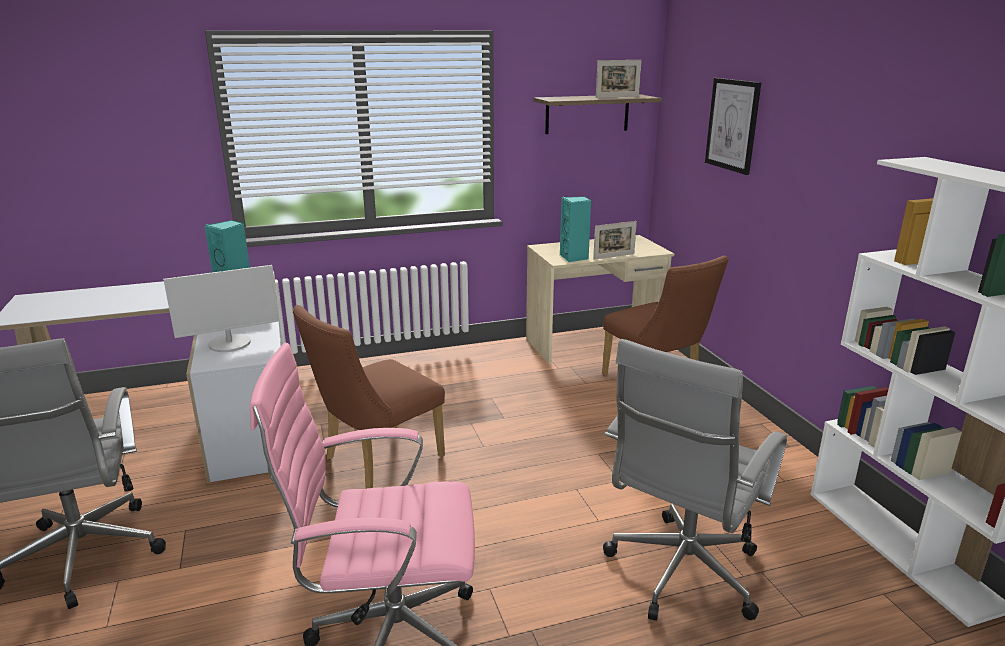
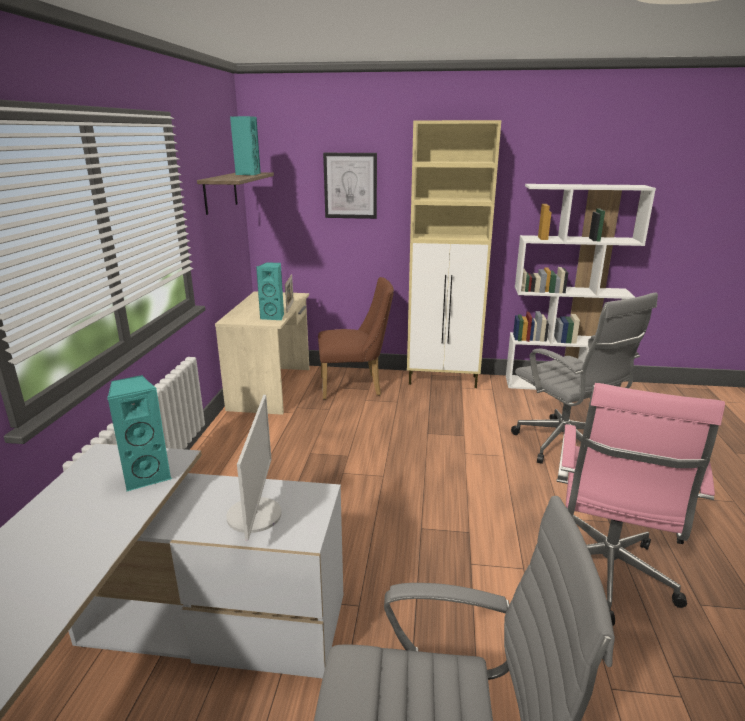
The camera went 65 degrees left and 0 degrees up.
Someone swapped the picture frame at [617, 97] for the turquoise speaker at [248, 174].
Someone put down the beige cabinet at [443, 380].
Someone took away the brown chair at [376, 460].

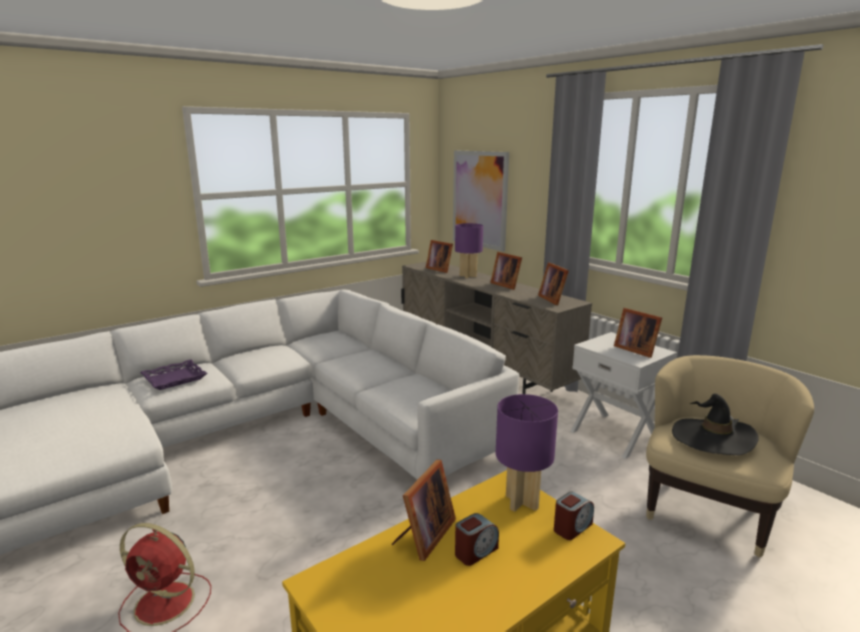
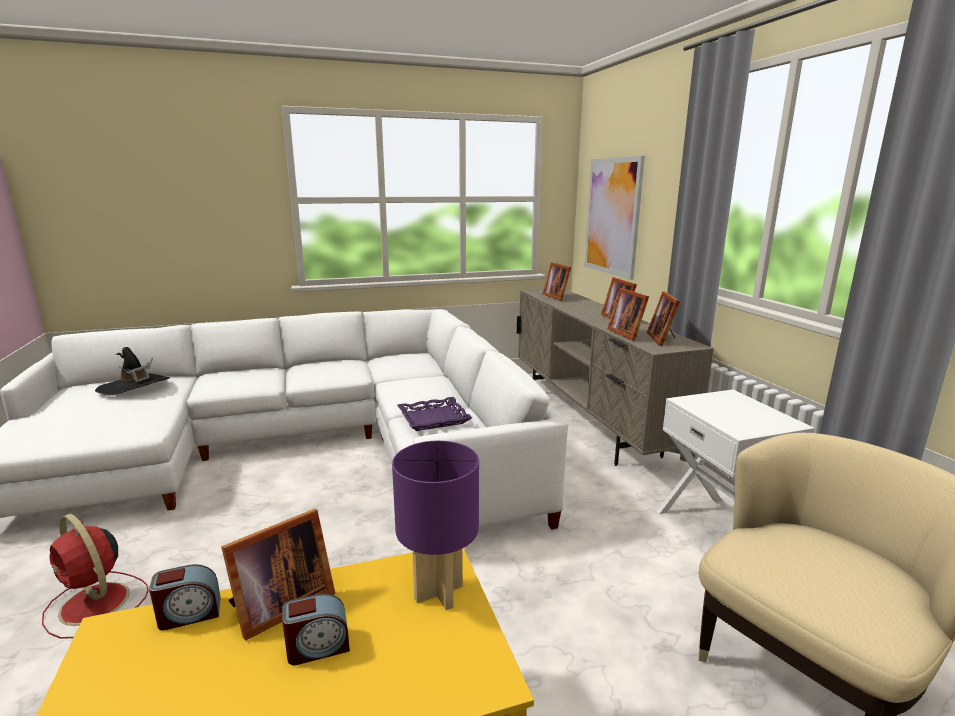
The camera went 20 degrees right and 0 degrees up.
Someone carried the black hat from [712, 438] to [134, 387].
Someone carried the alarm clock from [572, 527] to [189, 614].
Someone carried the purple tray from [174, 379] to [433, 419].
Someone carried the picture frame from [635, 349] to [627, 334].
Someone took away the purple table lamp at [468, 276].

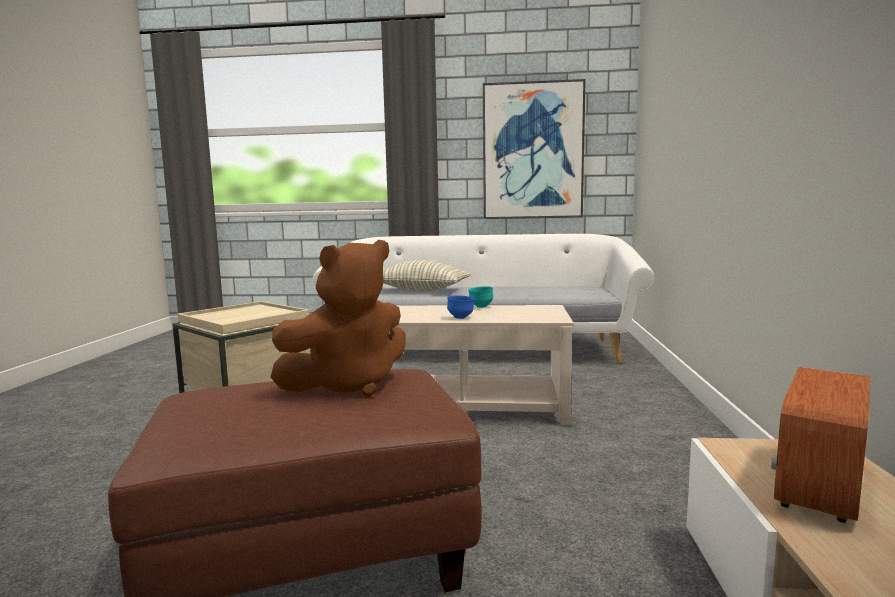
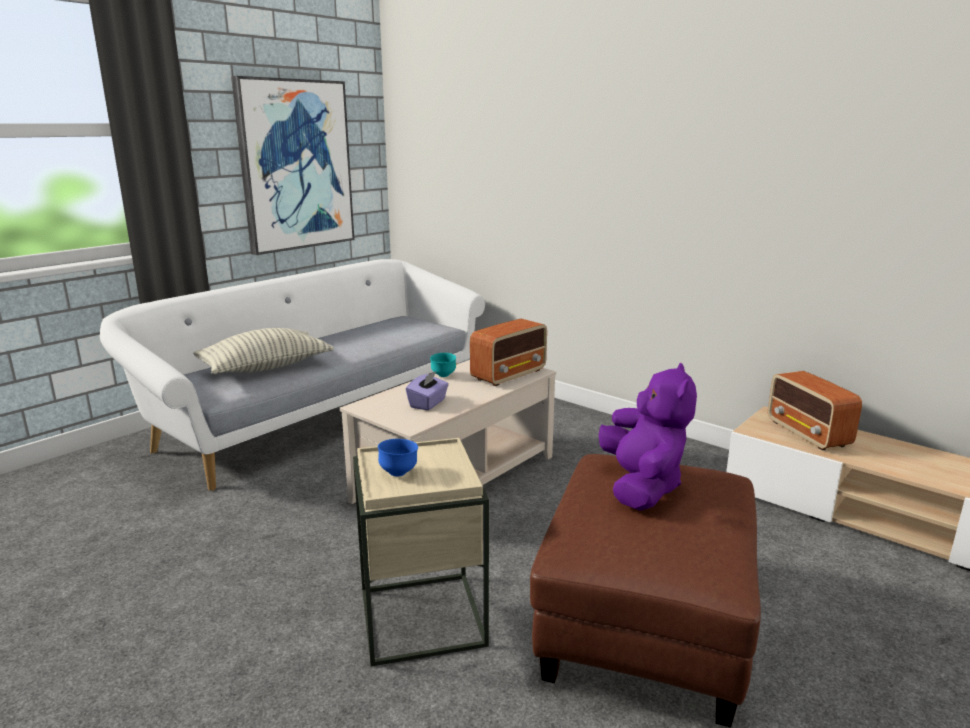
The camera went 55 degrees left and 10 degrees up.
Someone carried the blue bowl from [461, 318] to [399, 473].
Someone put down the purple tissue box at [428, 403].
Someone put down the radio at [509, 375].
Someone repainted the brown plush toy at [348, 385], which became the purple plush toy at [641, 486].

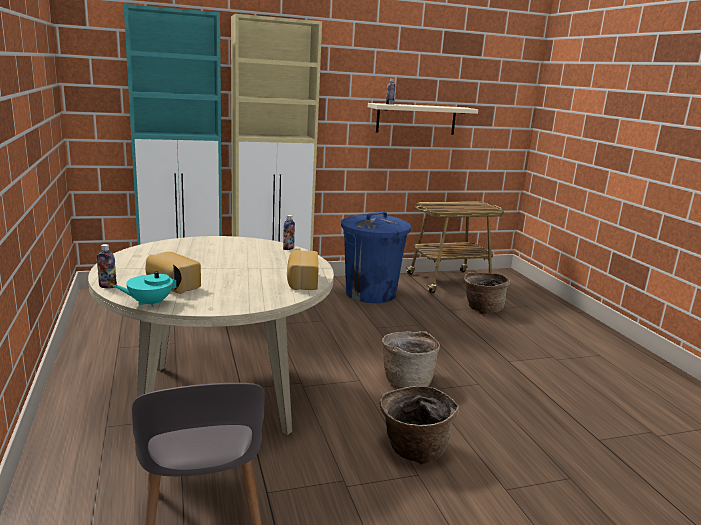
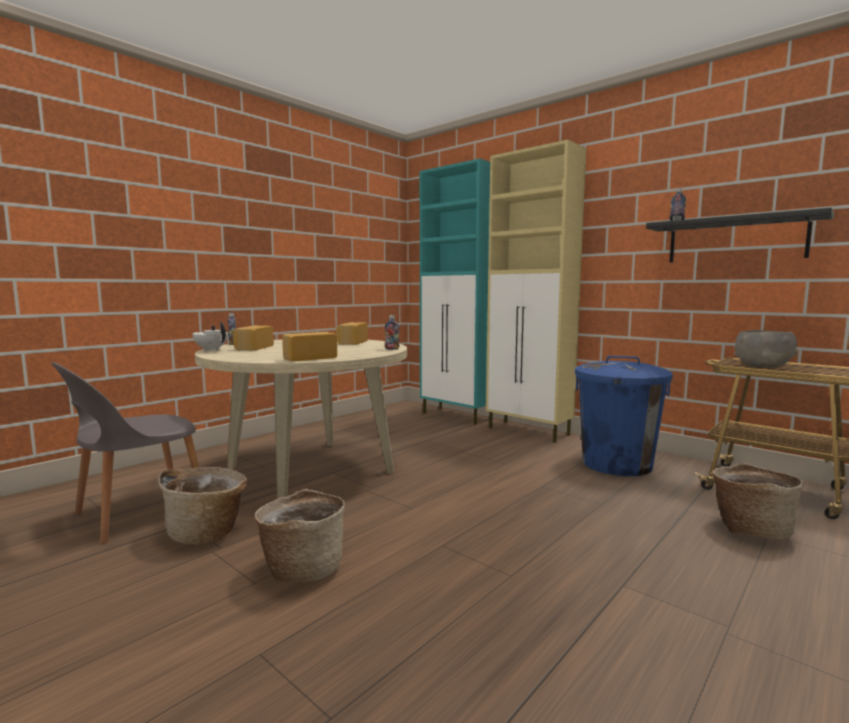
The camera went 60 degrees right and 10 degrees down.
Someone carried the basket from [407, 380] to [207, 532].
Someone repainted the turquoise teapot at [150, 303], which became the white teapot at [211, 350].
Someone put down the bread at [351, 342].
Someone repainted the beige shelf at [416, 119], which became the black shelf at [735, 240].
Someone put down the grey bowl at [762, 366].

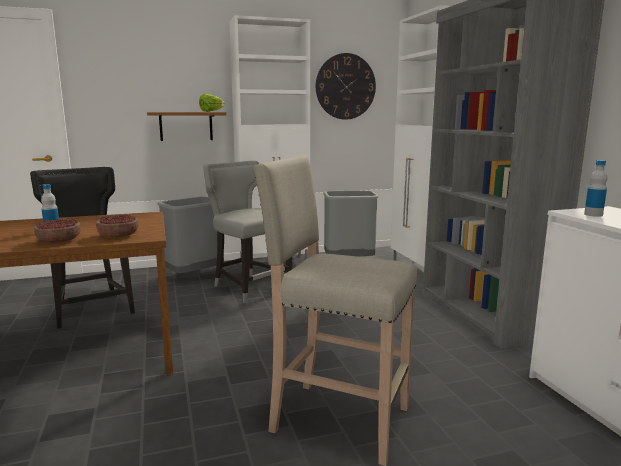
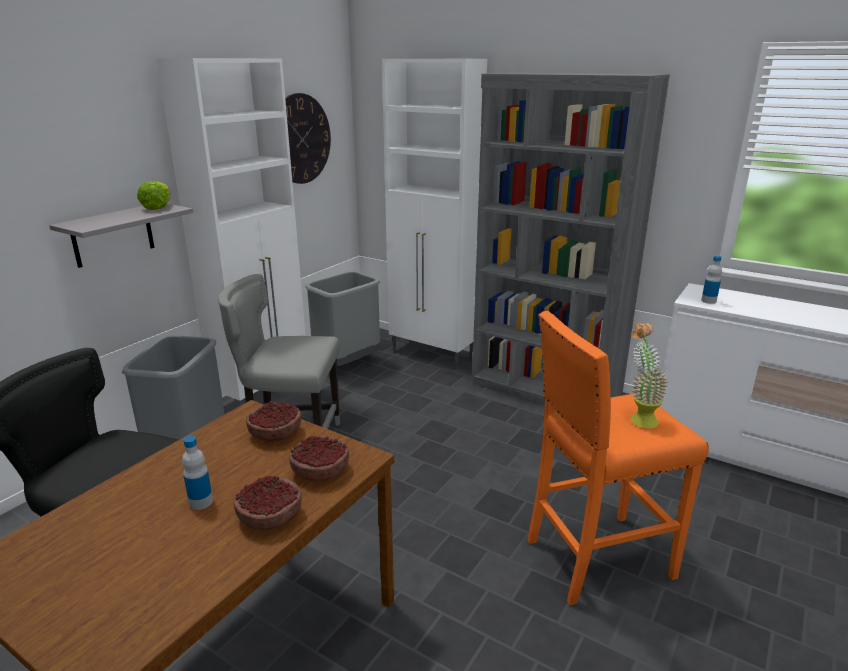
The camera went 40 degrees left and 10 degrees up.
Someone repainted the brown shelf at [186, 126], which became the grey shelf at [113, 235].
Someone put down the bowl at [276, 433].
Someone repainted the beige stool at [337, 419], which became the orange stool at [595, 558].
Someone put down the potted plant at [639, 418].

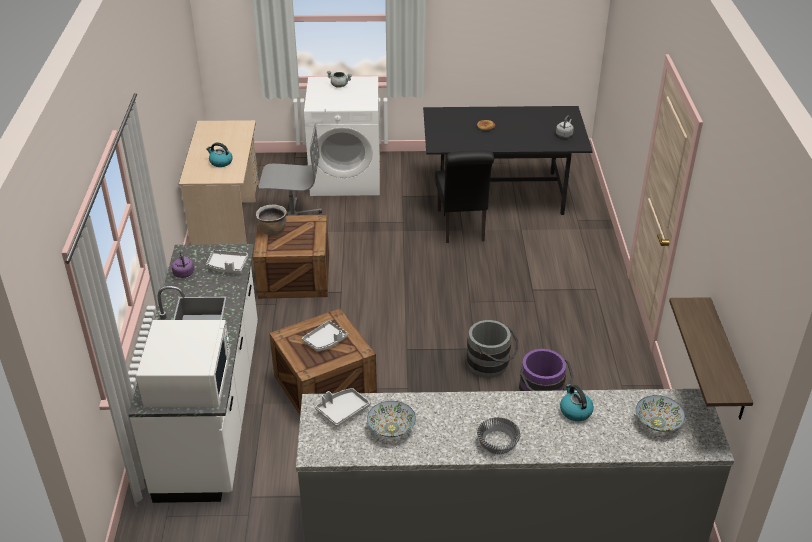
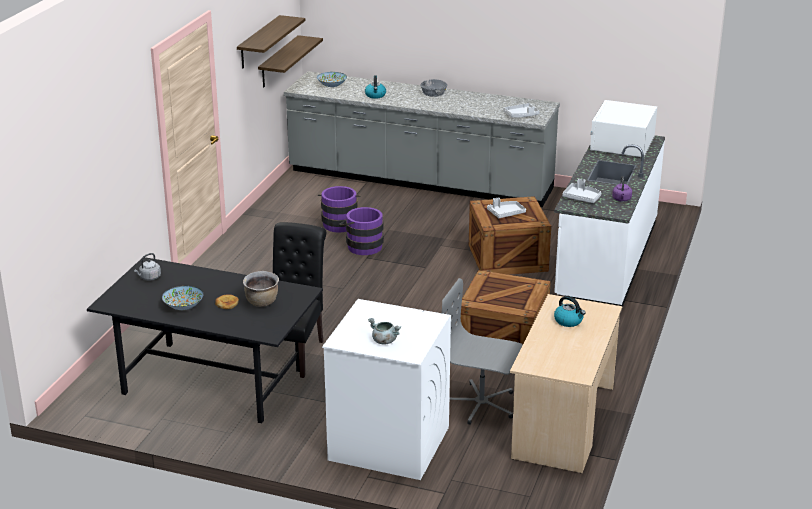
The camera went 160 degrees left and 10 degrees down.
Someone carried the bowl from [391, 428] to [183, 306].
Someone put up the shelf at [259, 42].
Someone carried the brown cooking pot from [272, 230] to [262, 302].
Someone repainted the grey bucket at [491, 365], which became the purple bucket at [362, 246].

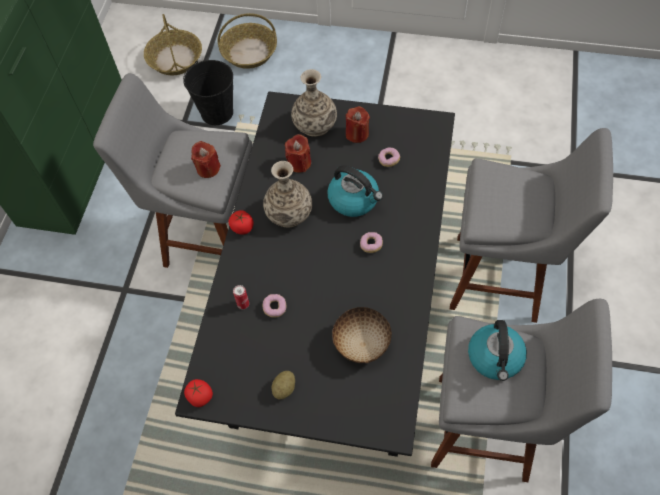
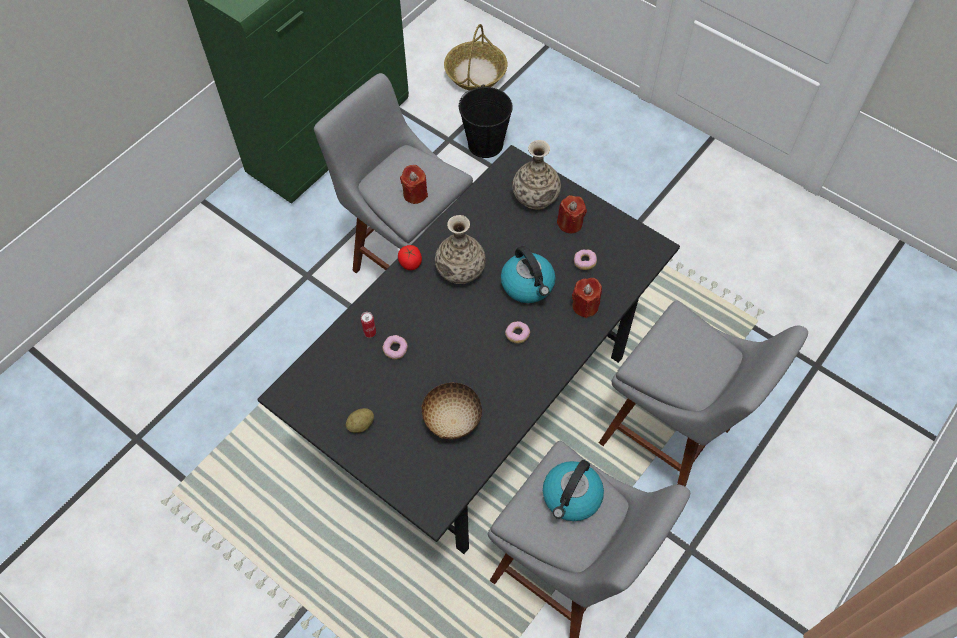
The camera went 25 degrees right and 0 degrees up.
Someone carried the red candle from [299, 163] to [585, 306].
Someone took away the tomato at [200, 396].
Someone took away the basket at [249, 52].

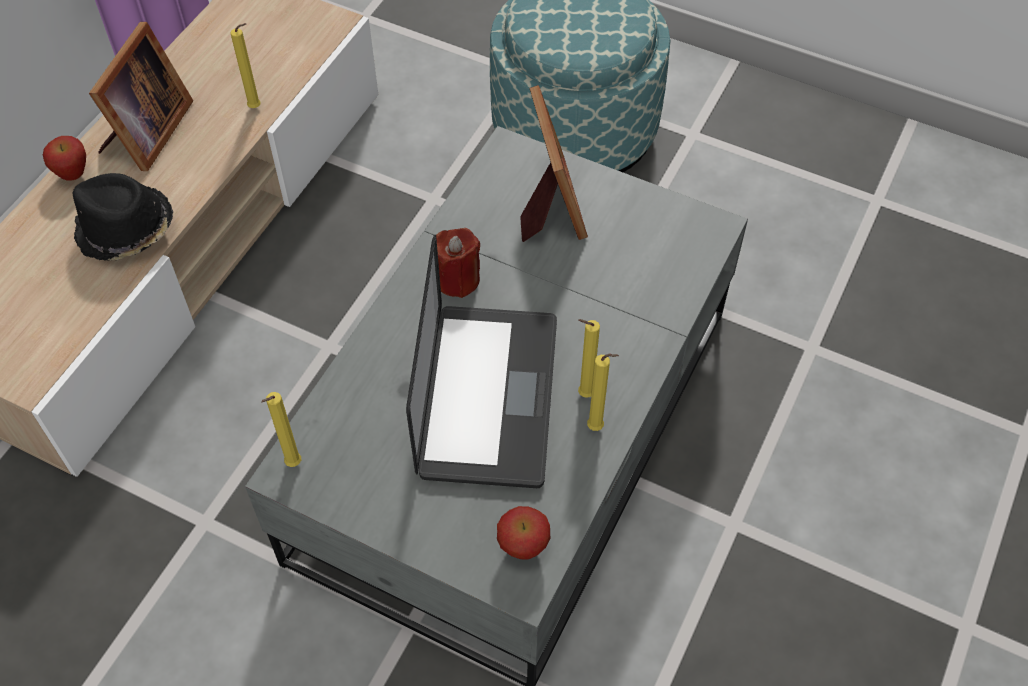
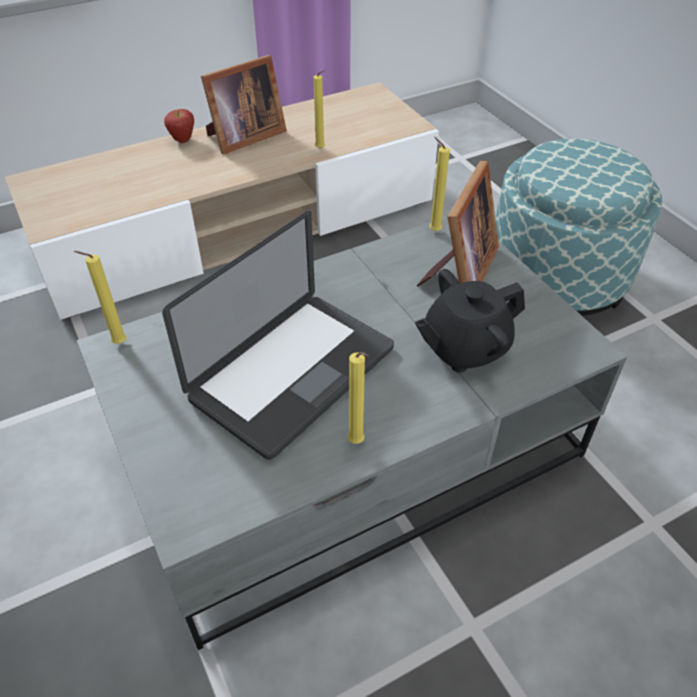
The camera went 35 degrees right and 10 degrees down.
Someone put down the black teapot at [464, 348].
Someone carried the yellow candle from [583, 394] to [433, 230].
Someone took away the black hat at [125, 230].
Someone took away the red candle at [457, 279].
Someone took away the apple at [523, 548].

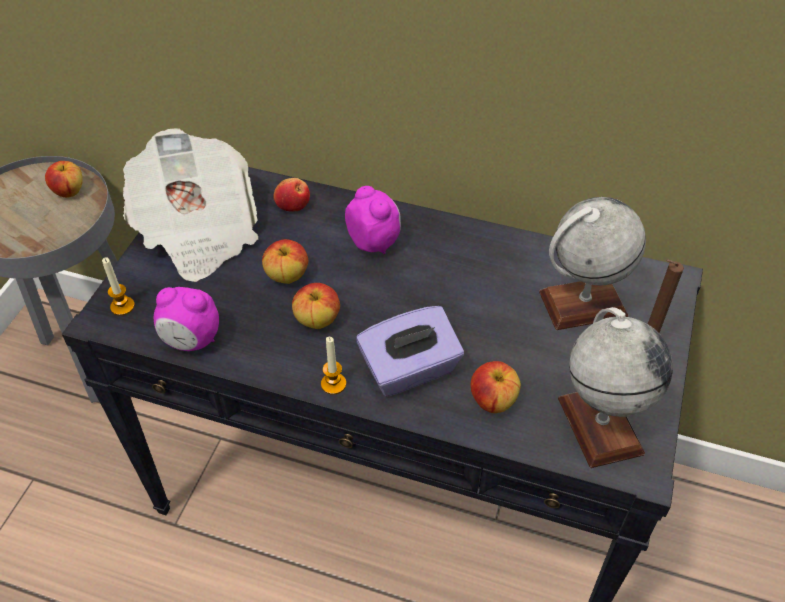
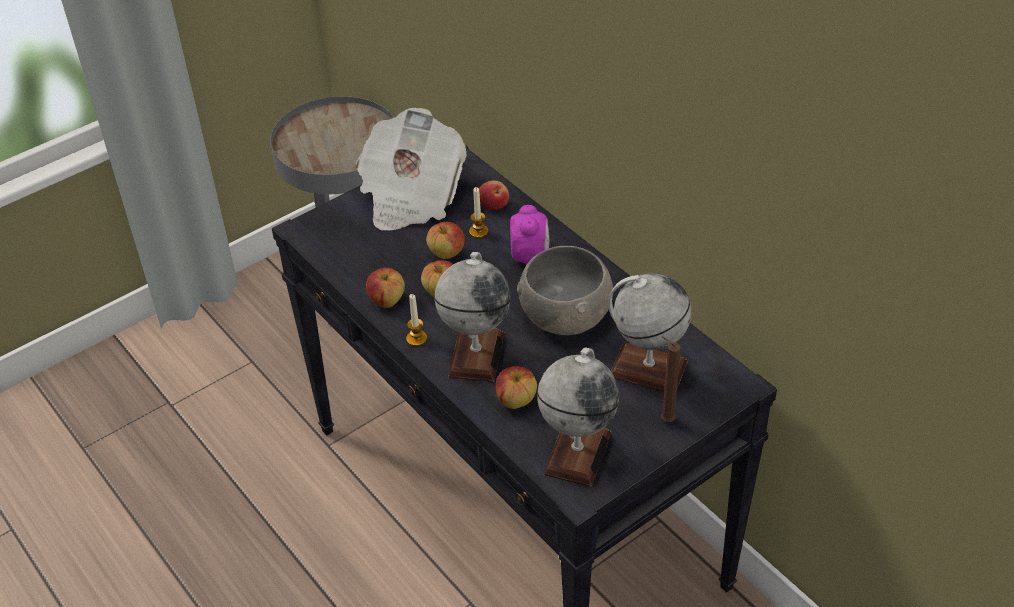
The camera went 35 degrees right and 5 degrees down.
Someone carried the apple from [69, 191] to [387, 300].
Someone swapped the purple tissue box at [410, 370] for the globe at [476, 354].
Someone carried the candle from [122, 306] to [478, 231].
Someone put down the grey bowl at [566, 315].
Someone took away the alarm clock at [191, 340].

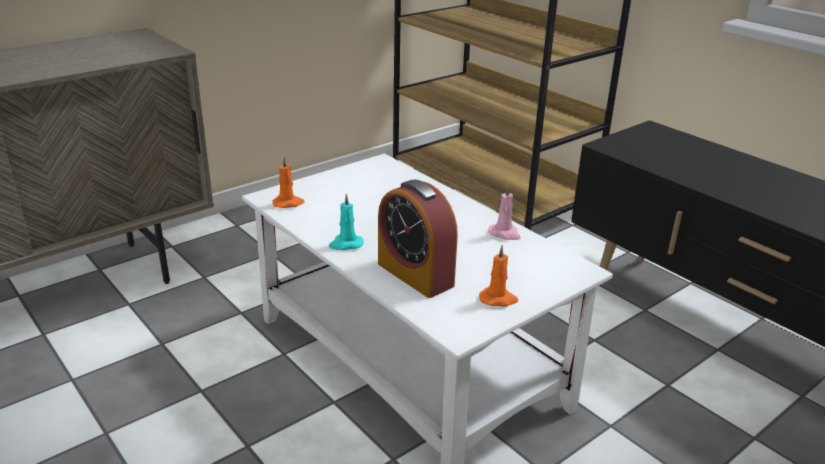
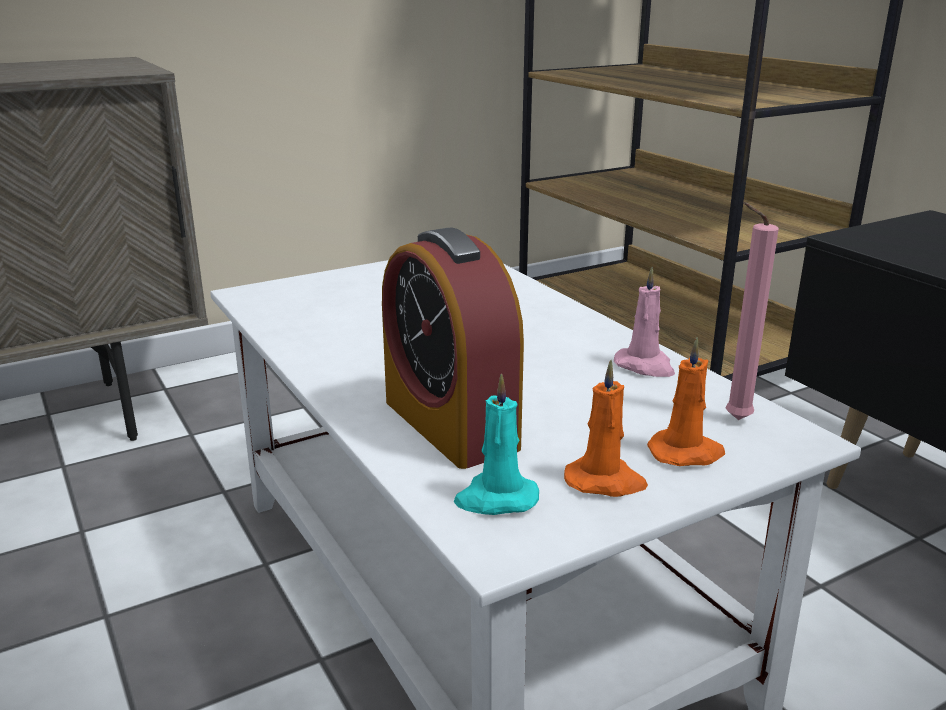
The camera went 10 degrees right and 5 degrees down.
Someone carried the turquoise candle from [345, 244] to [495, 499].
Someone carried the orange candle from [288, 203] to [686, 453].
Someone put down the pink candle at [733, 419].

